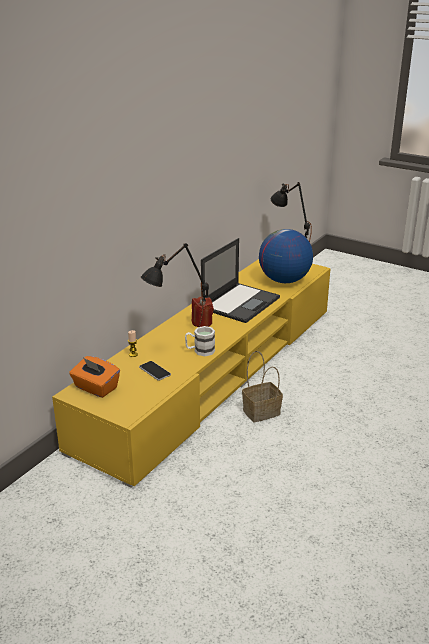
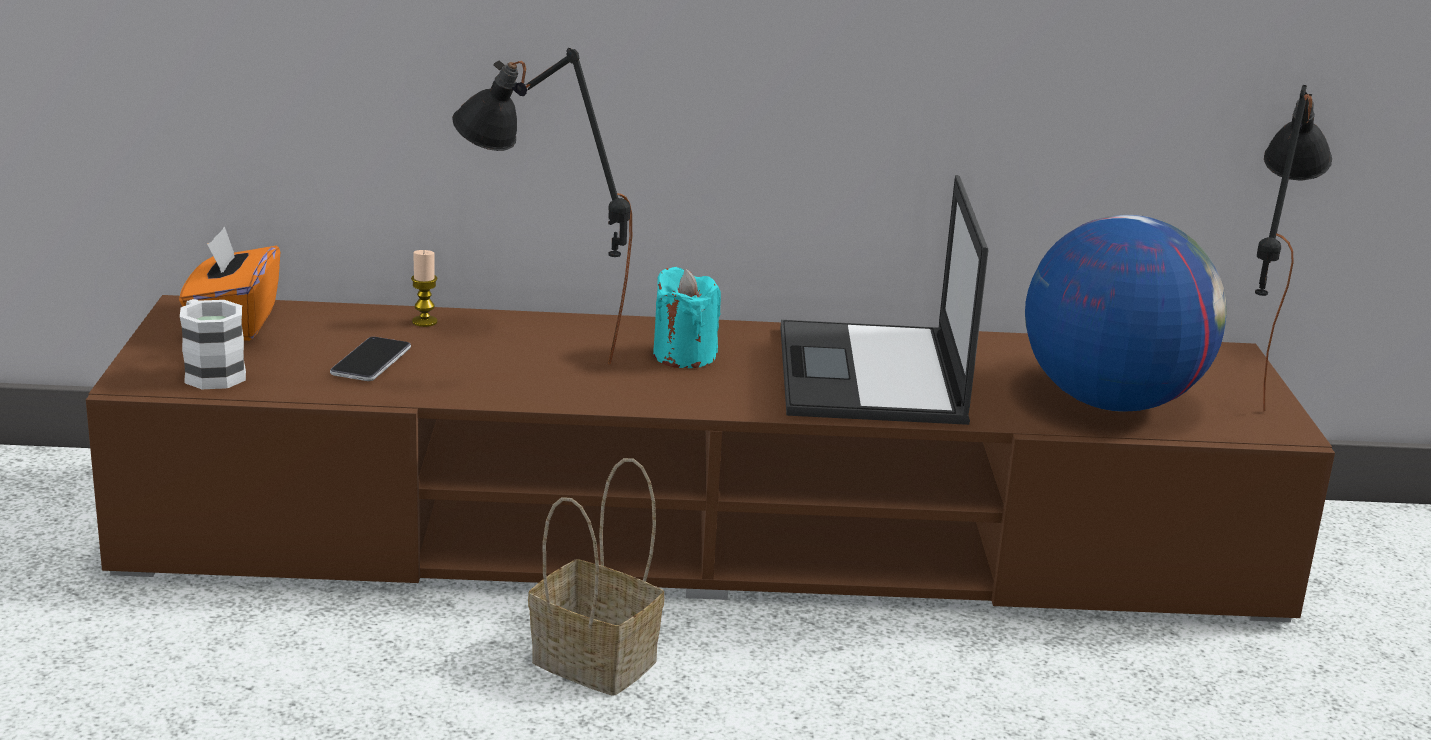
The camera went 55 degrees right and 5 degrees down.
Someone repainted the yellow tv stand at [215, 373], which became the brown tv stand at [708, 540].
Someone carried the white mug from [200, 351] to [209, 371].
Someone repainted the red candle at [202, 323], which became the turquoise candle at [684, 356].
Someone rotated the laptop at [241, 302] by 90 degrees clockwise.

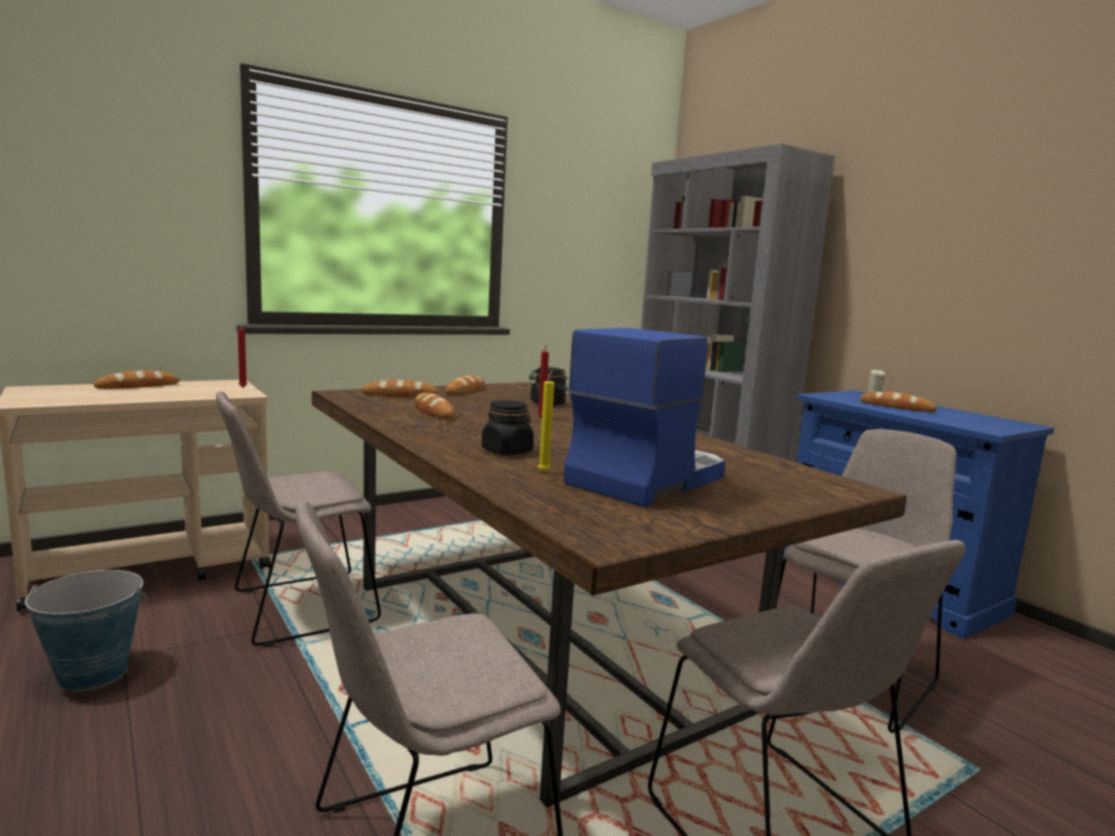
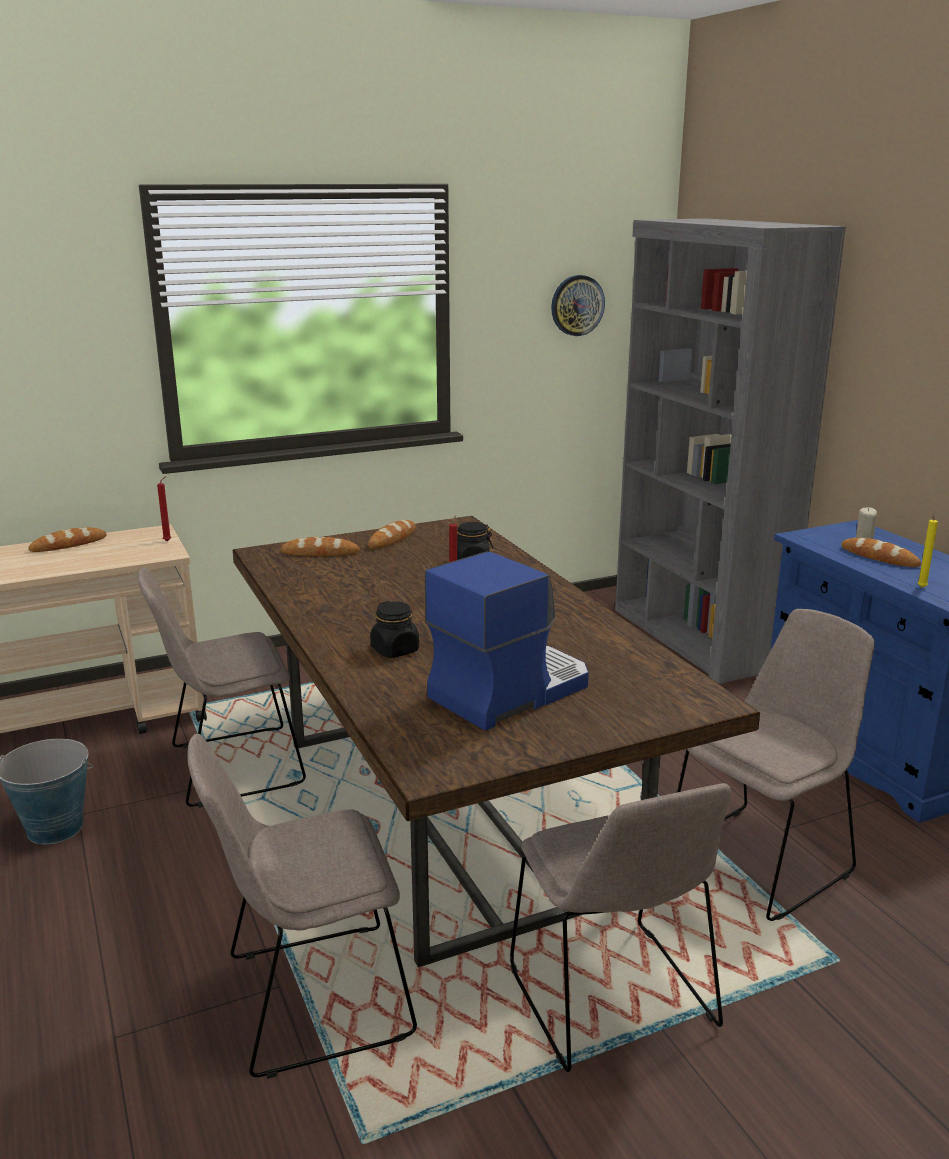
The camera went 10 degrees right and 10 degrees up.
Someone put up the wall clock at [577, 305].
Someone carried the yellow candle from [544, 471] to [922, 587].
Someone took away the bread at [433, 411].

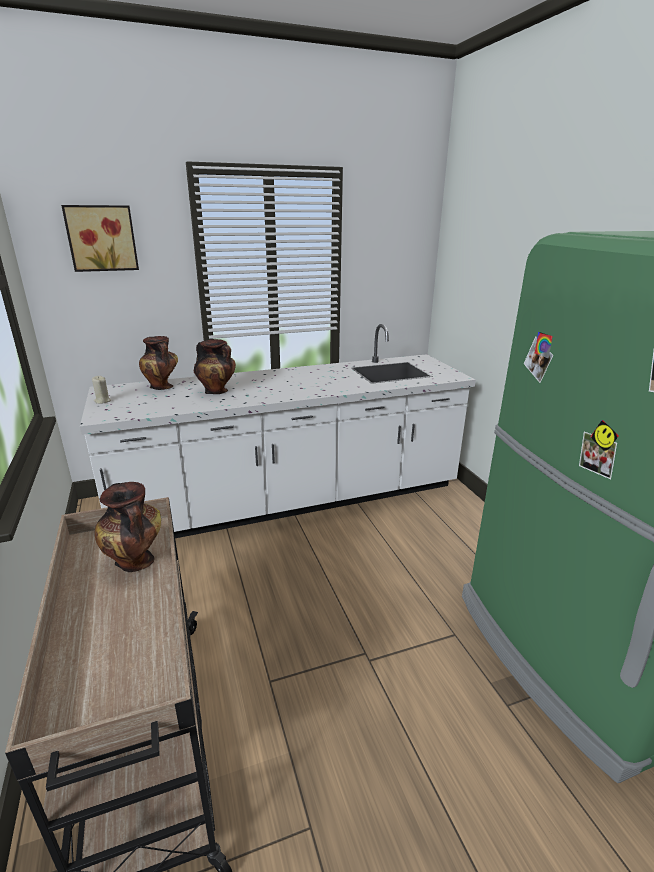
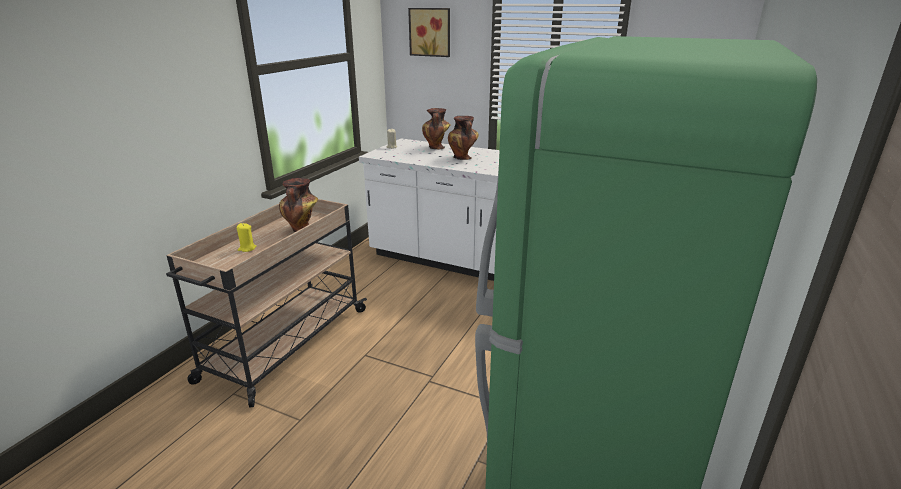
The camera went 45 degrees right and 0 degrees up.
Someone put down the yellow candle at [247, 248].

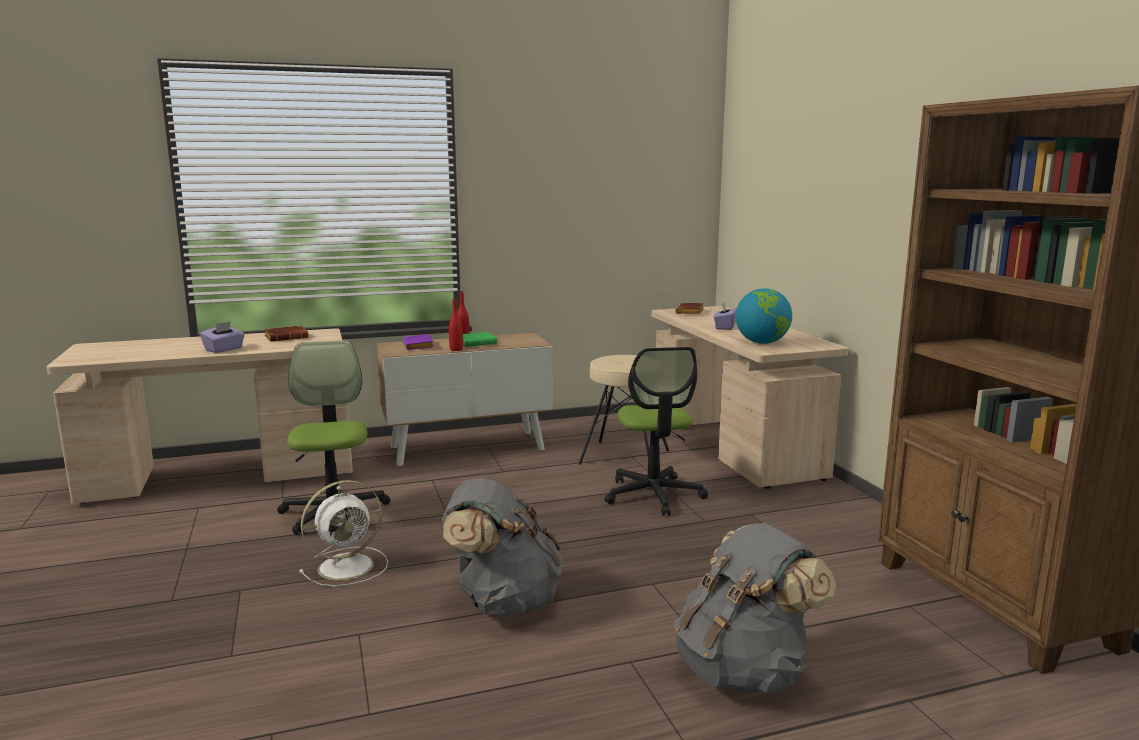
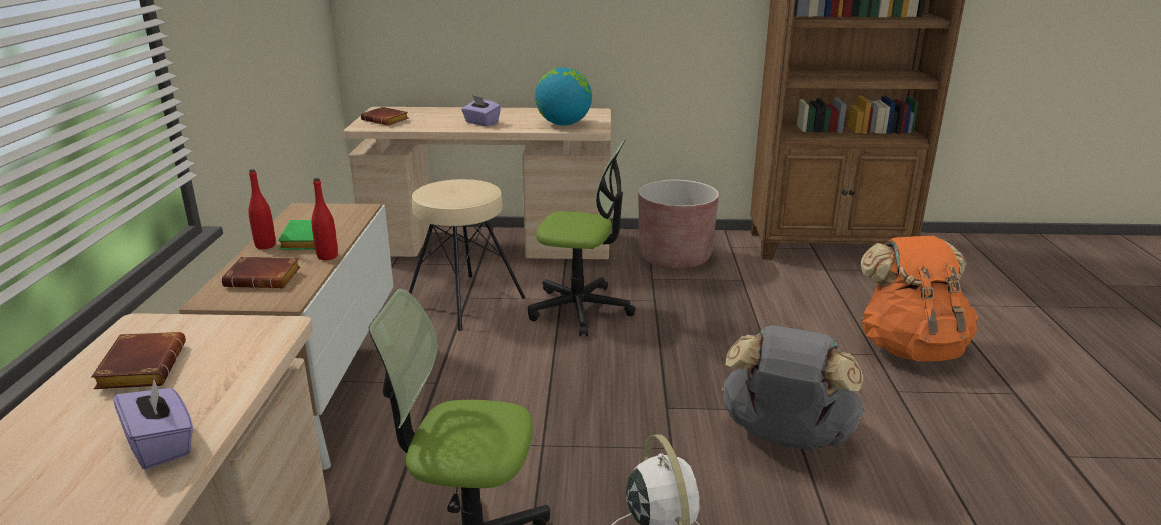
The camera went 70 degrees left and 10 degrees up.
Someone repainted the purple book at [419, 346], which became the brown book at [265, 278].
Someone put down the brown planter at [675, 258].
Someone repainted the grey backpack at [744, 671], which became the orange backpack at [910, 348].

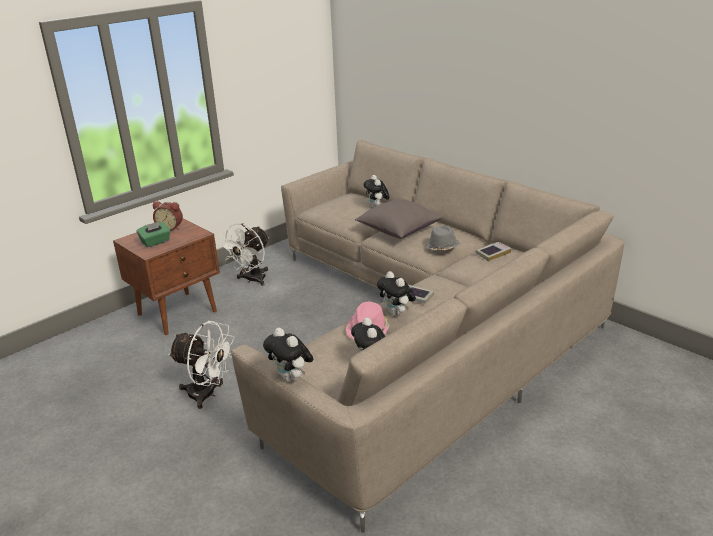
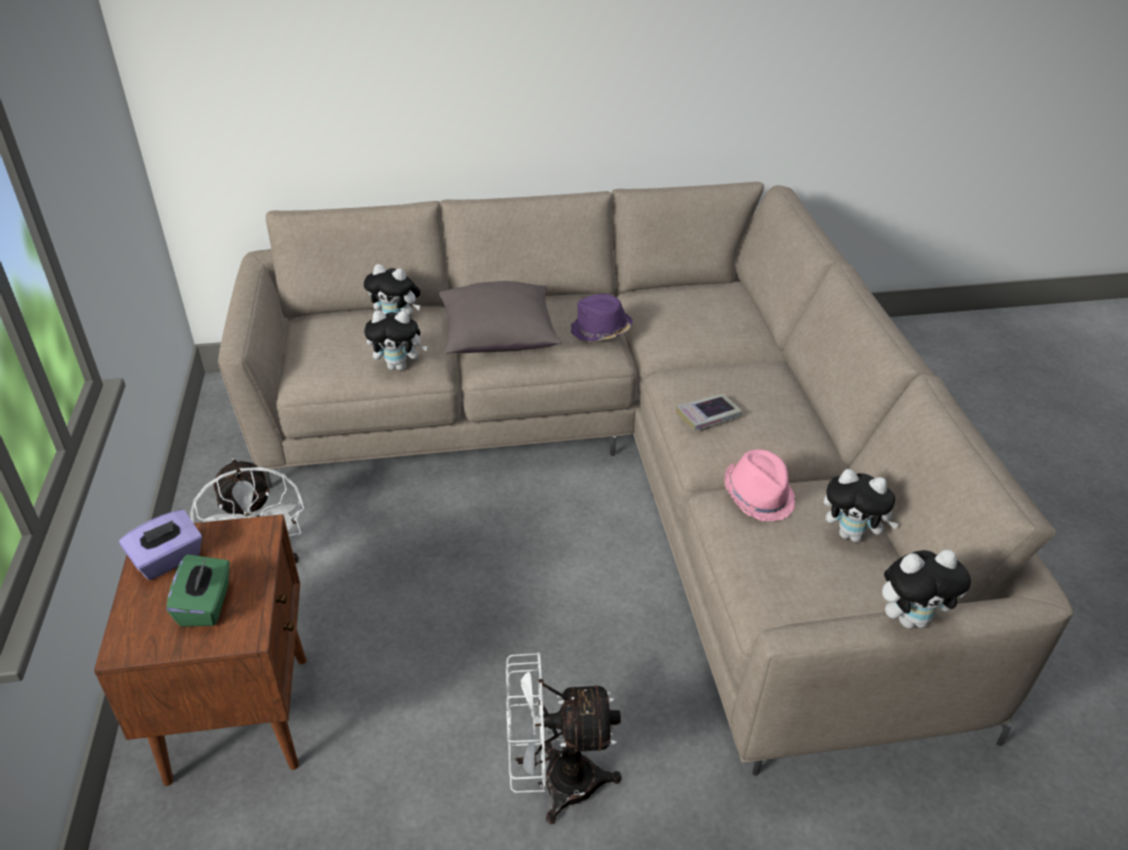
The camera went 55 degrees left and 10 degrees up.
Someone swapped the alarm clock at [170, 228] for the purple tissue box at [168, 560].
Someone carried the plush toy from [396, 313] to [399, 366].
Someone rotated the white fan at [208, 394] by 150 degrees counterclockwise.
Someone repainted the grey hat at [442, 248], which became the purple hat at [600, 331].
Someone took away the book at [493, 253].

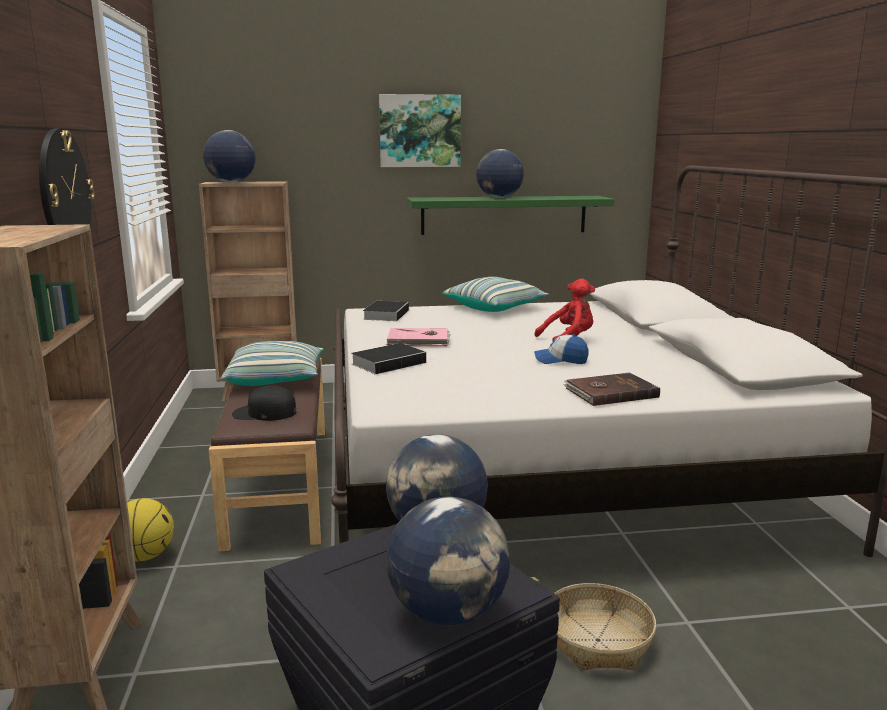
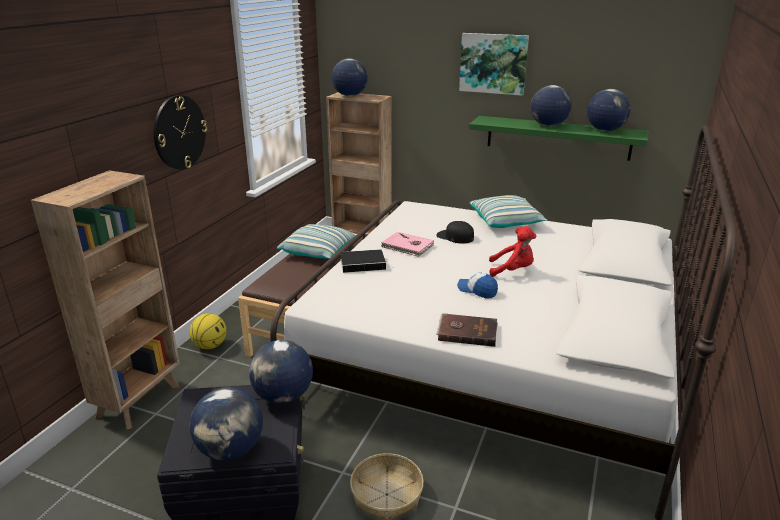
The camera went 30 degrees right and 10 degrees up.
Someone carried the black cap from [264, 413] to [455, 236].
Someone put down the globe at [605, 130].
Someone took away the book at [386, 314].

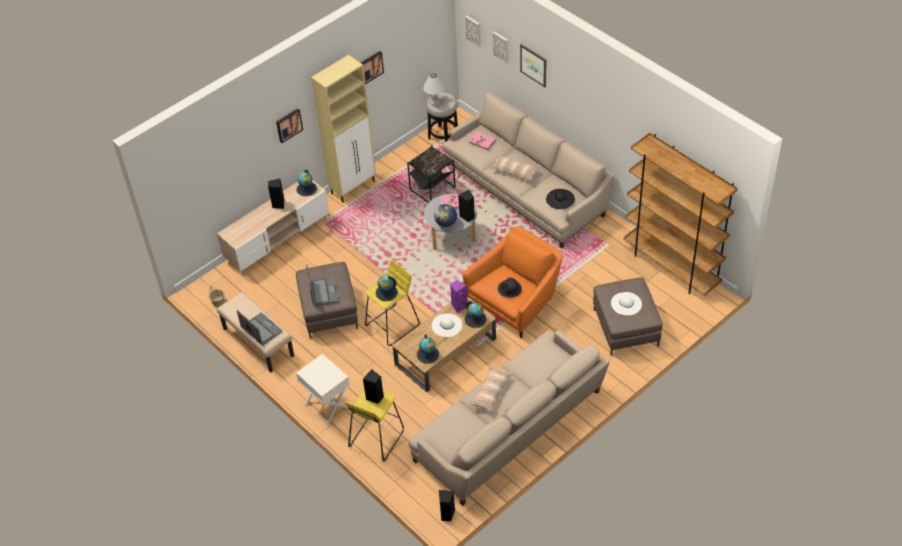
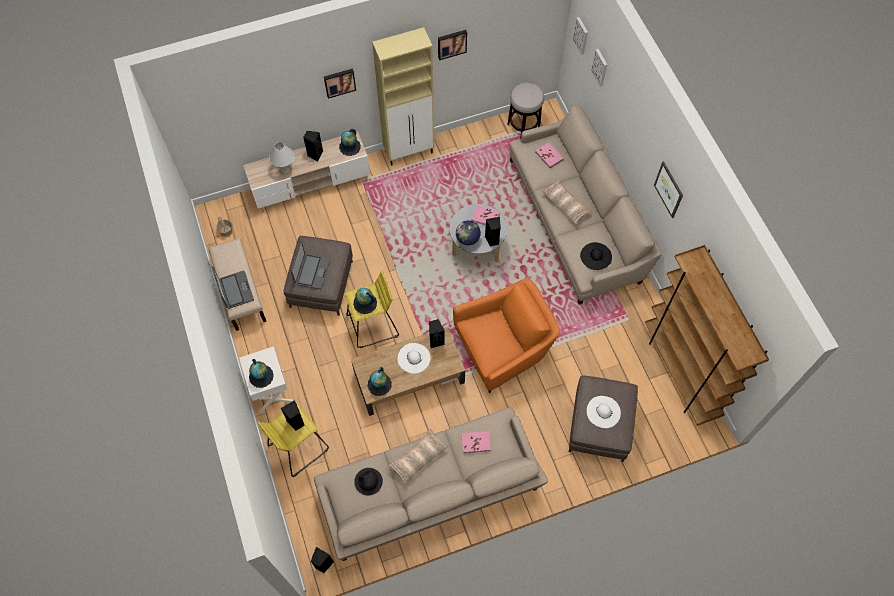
The camera went 20 degrees right and 15 degrees up.
Someone carried the globe from [475, 319] to [261, 376].
Someone carried the white table lamp from [435, 102] to [285, 169].
Someone carried the black hat from [509, 289] to [368, 482].
Someone repainted the purple speaker at [459, 306], which became the black speaker at [436, 340].
Someone put down the pink book at [476, 442].
Someone carried the picture from [534, 65] to [669, 189].
Someone took away the black side table at [432, 188].

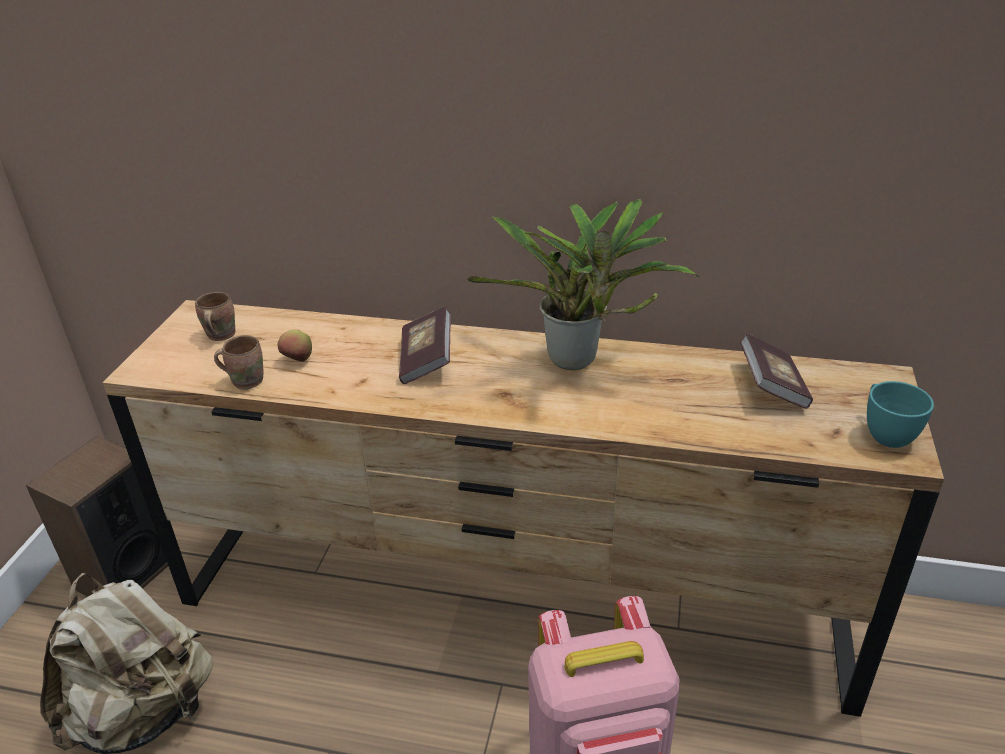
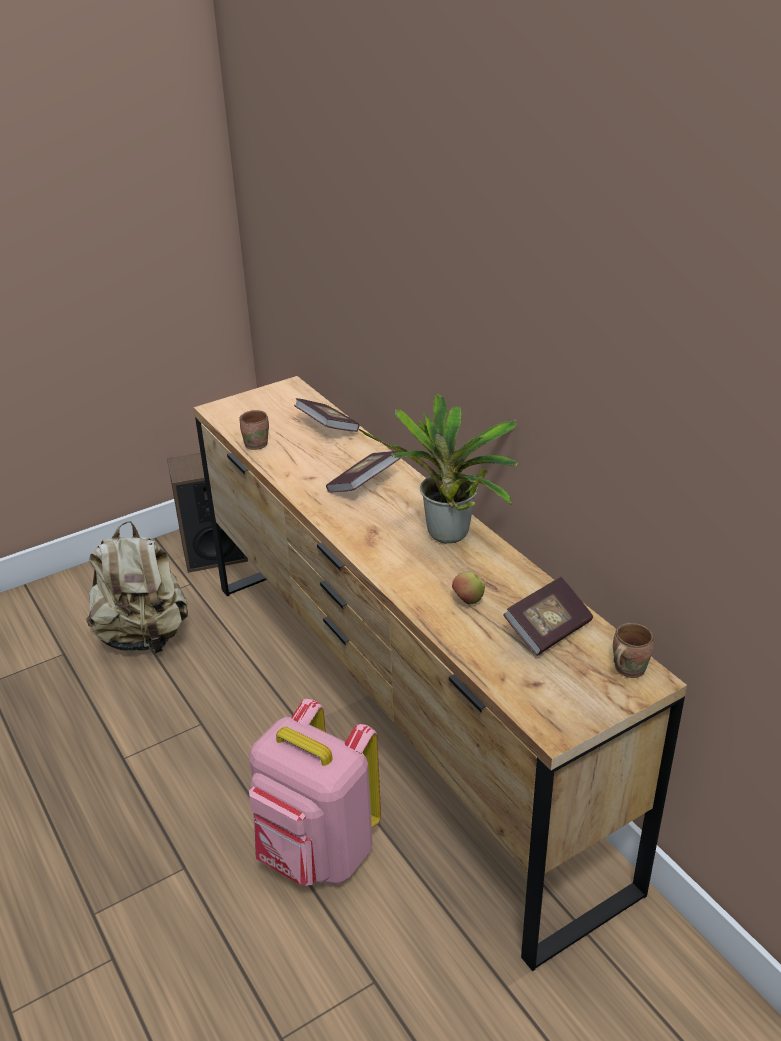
The camera went 45 degrees right and 0 degrees up.
Someone put down the book at [327, 427].
Someone carried the apple from [298, 360] to [467, 601].
Someone carried the brown mug from [219, 335] to [626, 668].
Someone took away the turquoise cup at [885, 433].

